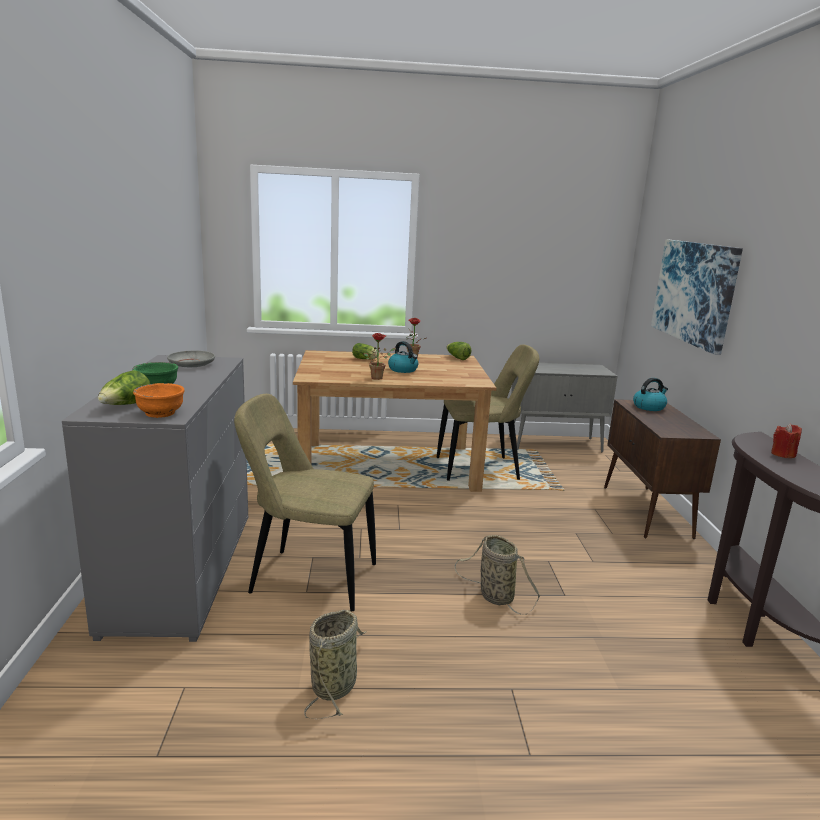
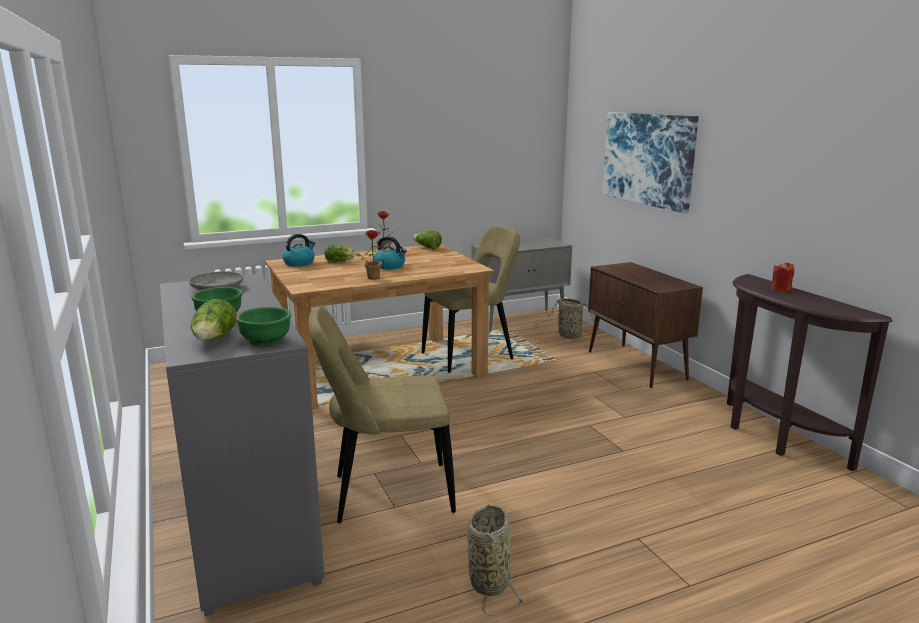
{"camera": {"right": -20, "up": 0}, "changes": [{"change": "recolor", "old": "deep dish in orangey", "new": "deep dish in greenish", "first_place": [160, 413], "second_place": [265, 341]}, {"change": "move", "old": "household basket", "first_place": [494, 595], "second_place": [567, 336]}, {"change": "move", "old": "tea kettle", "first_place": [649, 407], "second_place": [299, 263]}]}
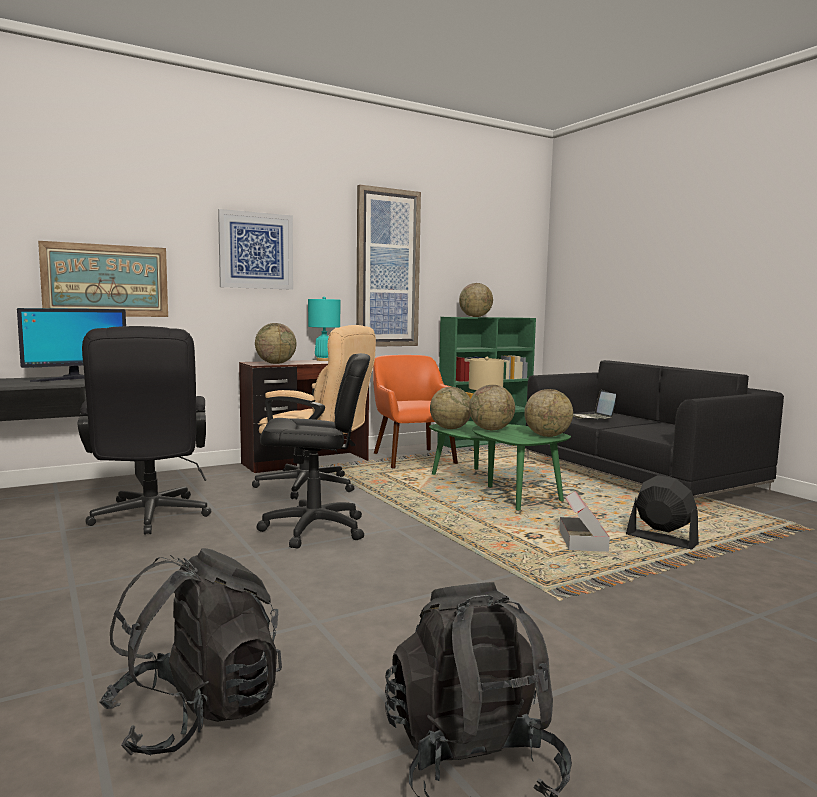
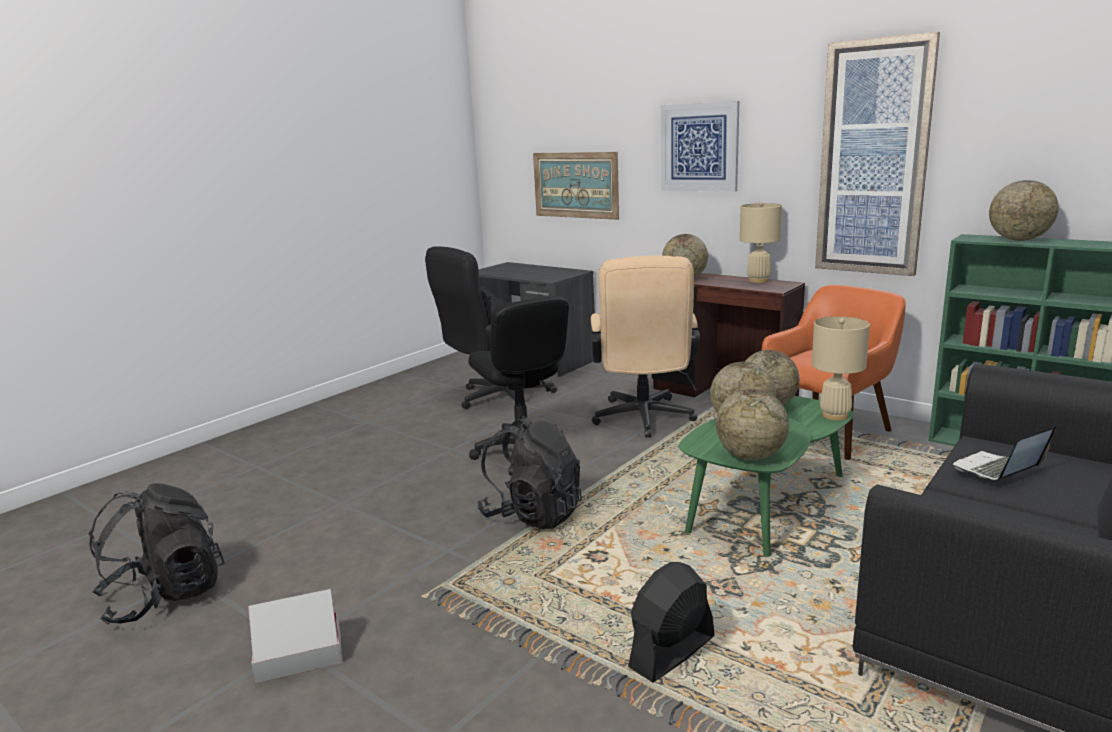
{"camera": {"right": 70, "up": 10}, "changes": [{"change": "delete", "old": "computer screen", "first_place": [75, 379]}, {"change": "move", "old": "backpack in black-coloured", "first_place": [196, 714], "second_place": [532, 515]}, {"change": "recolor", "old": "lamp for a table in turquoise-coloured", "new": "lamp for a table in beige", "first_place": [324, 360], "second_place": [758, 281]}, {"change": "move", "old": "packing box", "first_place": [583, 541], "second_place": [299, 655]}, {"change": "rotate", "old": "cooling fan in black-coloured", "first_place": [661, 540], "second_place": [671, 652], "degrees": -150}]}
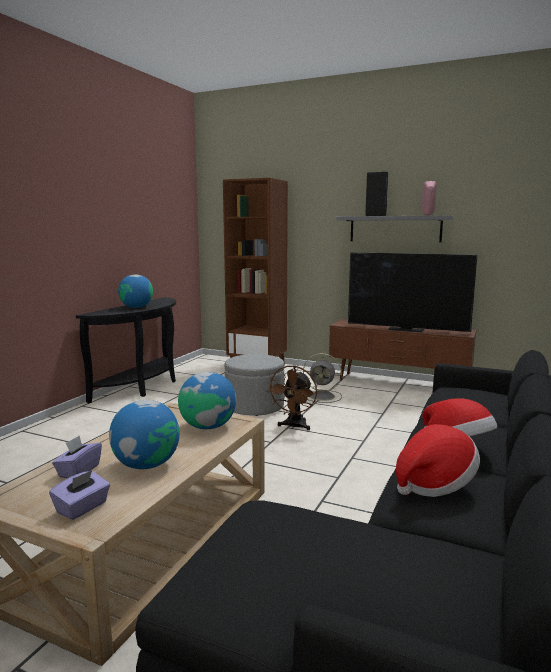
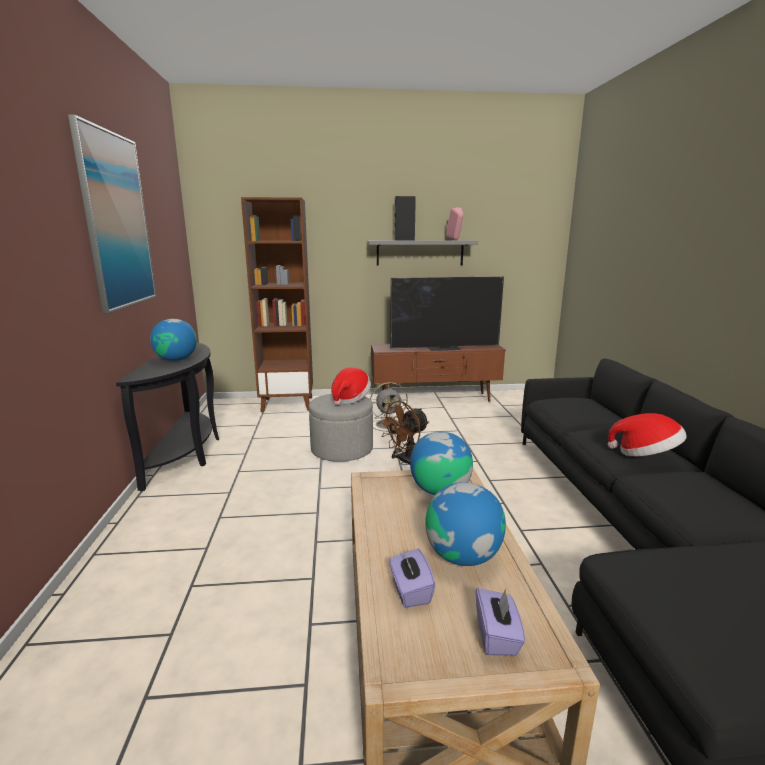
{"camera": {"right": -30, "up": 5}, "changes": [{"change": "rotate", "old": "cooling fan in brown-coloured", "first_place": [294, 426], "second_place": [405, 462], "degrees": 60}, {"change": "move", "old": "clothing hat", "first_place": [434, 484], "second_place": [350, 399]}, {"change": "insert", "new": "picture", "second_place": [117, 221]}]}
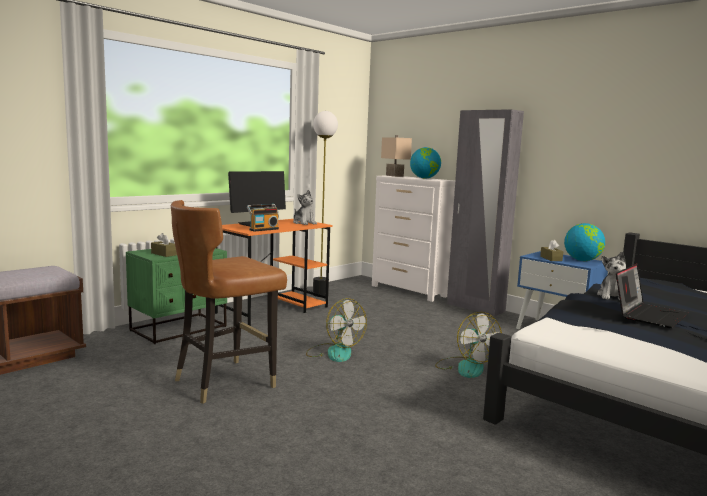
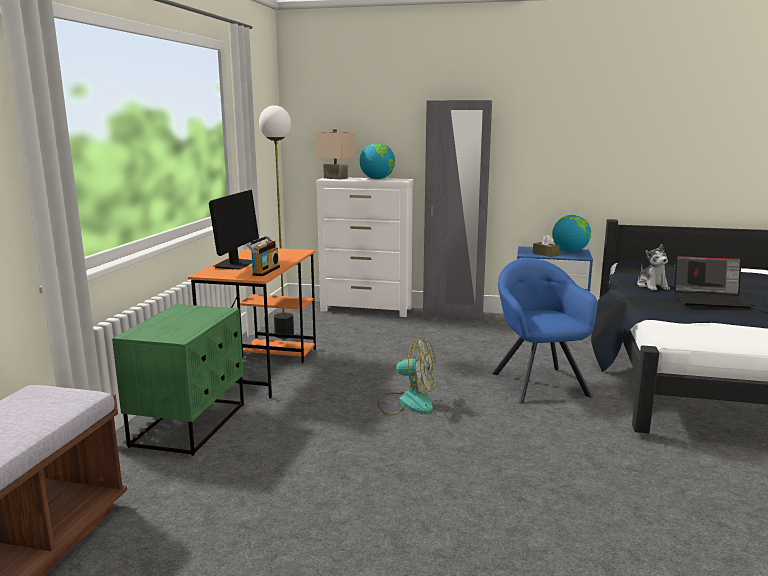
{"camera": {"right": -30, "up": 5}, "changes": [{"change": "delete", "old": "box of tissues in brown-coloured", "first_place": [164, 254]}, {"change": "delete", "old": "chair in brown-coloured", "first_place": [225, 381]}, {"change": "delete", "old": "soft toy", "first_place": [304, 223]}, {"change": "replace", "old": "cooling fan", "new": "easy chair in blue-coloured", "first_place": [465, 367], "second_place": [538, 382]}, {"change": "rotate", "old": "portable computer", "first_place": [649, 315], "second_place": [710, 300], "degrees": 90}]}
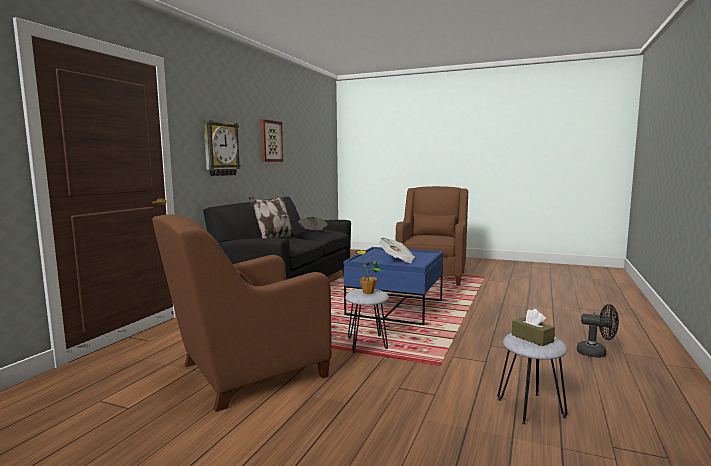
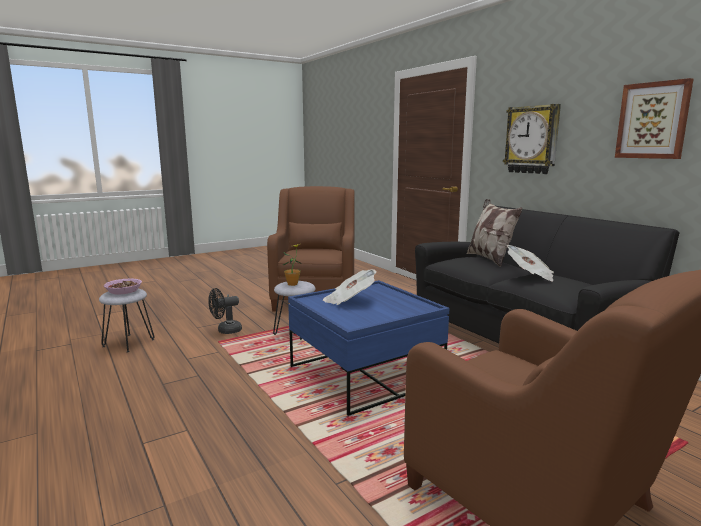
{"camera": {"right": 125, "up": 5}, "changes": [{"change": "replace", "old": "box of tissues in brown-coloured", "new": "deep dish", "first_place": [532, 338], "second_place": [124, 291]}, {"change": "move", "old": "cooling fan in black-coloured", "first_place": [596, 353], "second_place": [225, 331]}]}
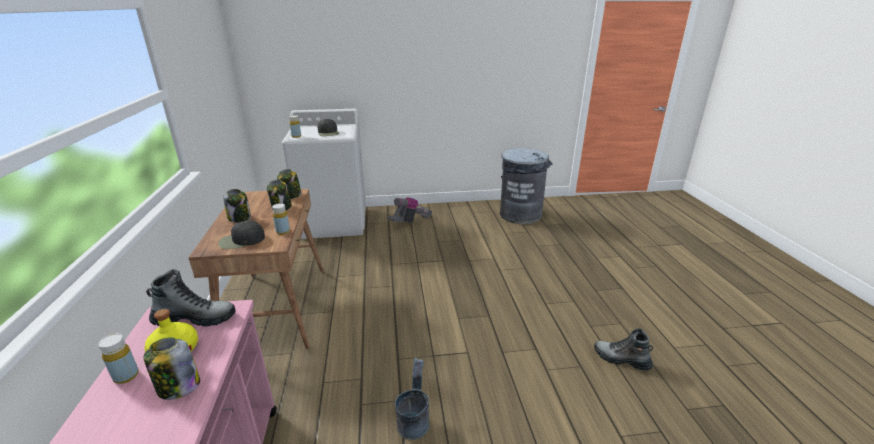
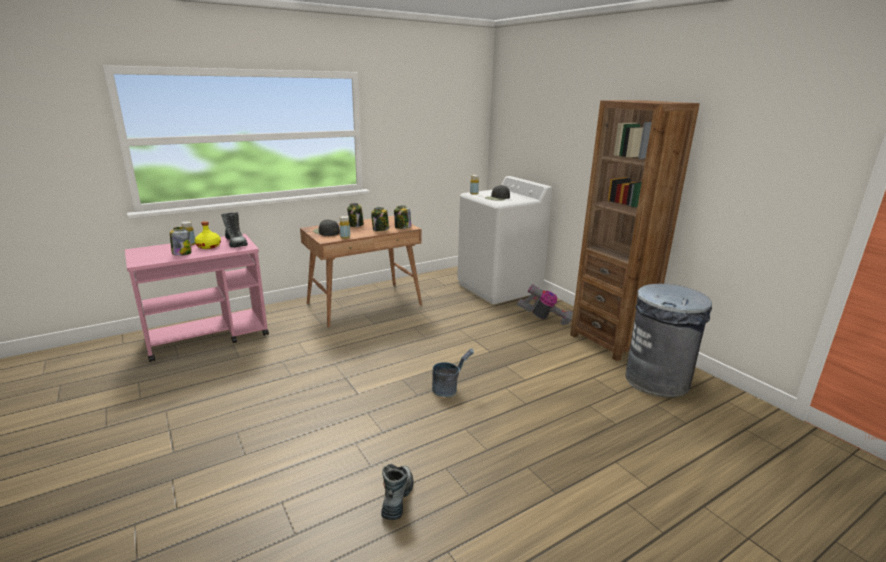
{"camera": {"right": 65, "up": -5}, "changes": [{"change": "move", "old": "water bucket in greyish", "first_place": [414, 420], "second_place": [449, 389]}, {"change": "insert", "new": "shelving unit in brown-coloured", "second_place": [610, 341]}]}
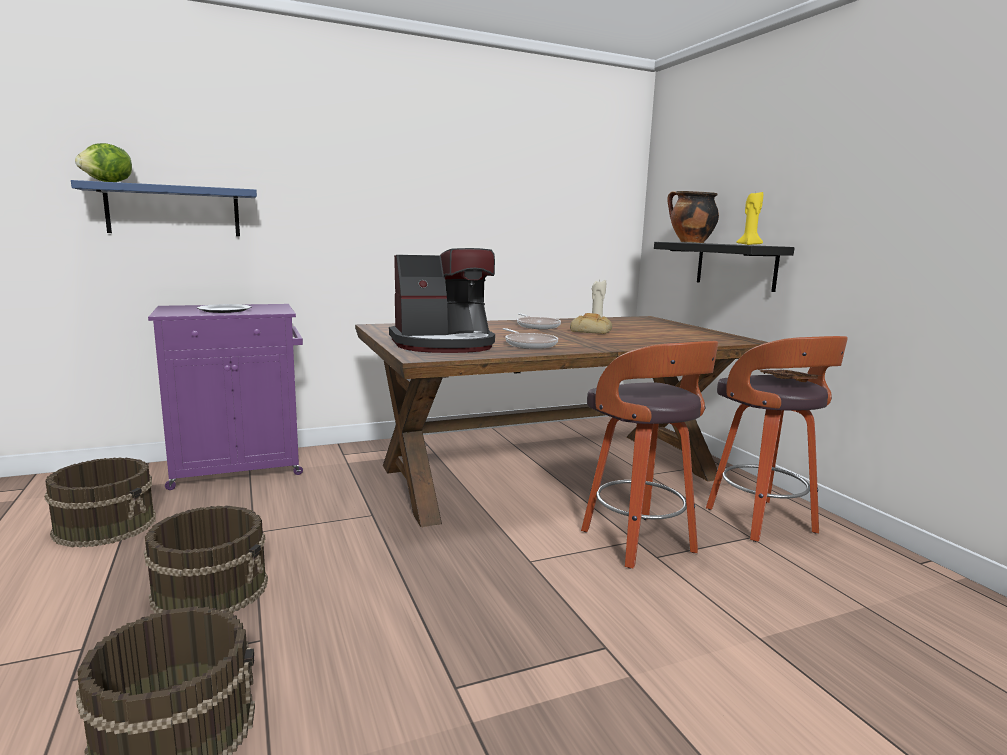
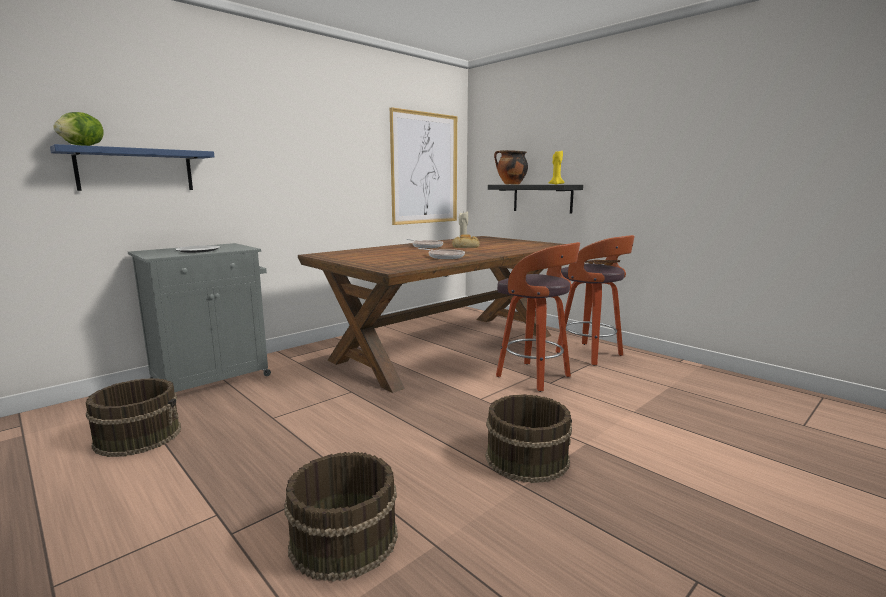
{"camera": {"right": -20, "up": 0}, "changes": [{"change": "move", "old": "water bucket in brown-coloured", "first_place": [211, 589], "second_place": [527, 458]}, {"change": "recolor", "old": "storage cabinet in purplish", "new": "storage cabinet in greyish", "first_place": [240, 468], "second_place": [213, 379]}, {"change": "delete", "old": "coffee brewer", "first_place": [444, 344]}, {"change": "insert", "new": "picture", "second_place": [424, 168]}]}
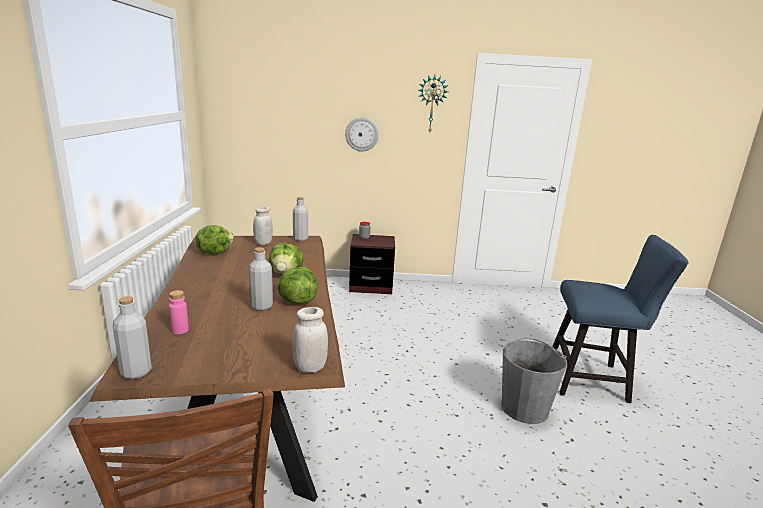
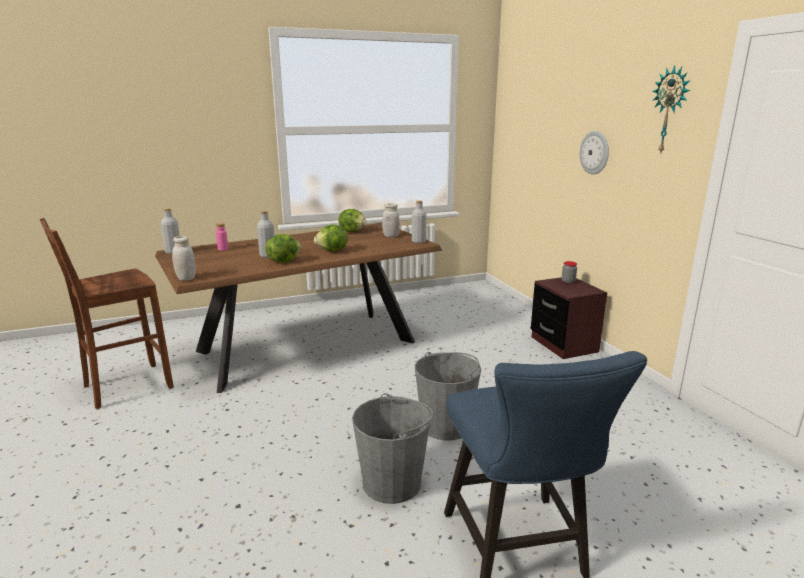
{"camera": {"right": 70, "up": 0}, "changes": [{"change": "insert", "new": "water bucket in greyish", "second_place": [446, 425]}]}
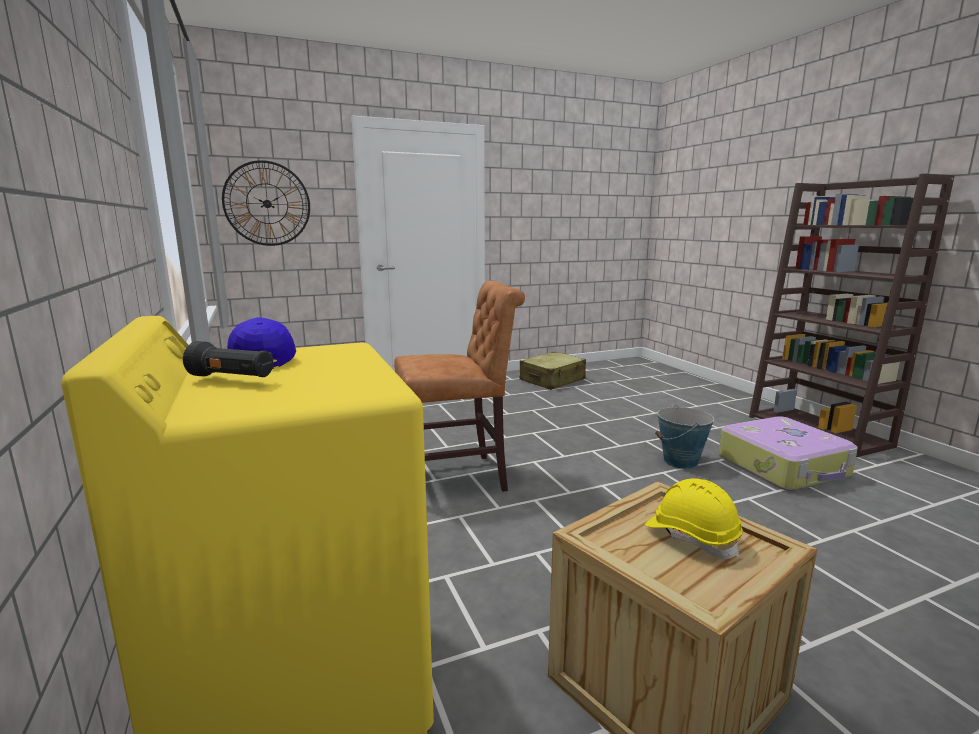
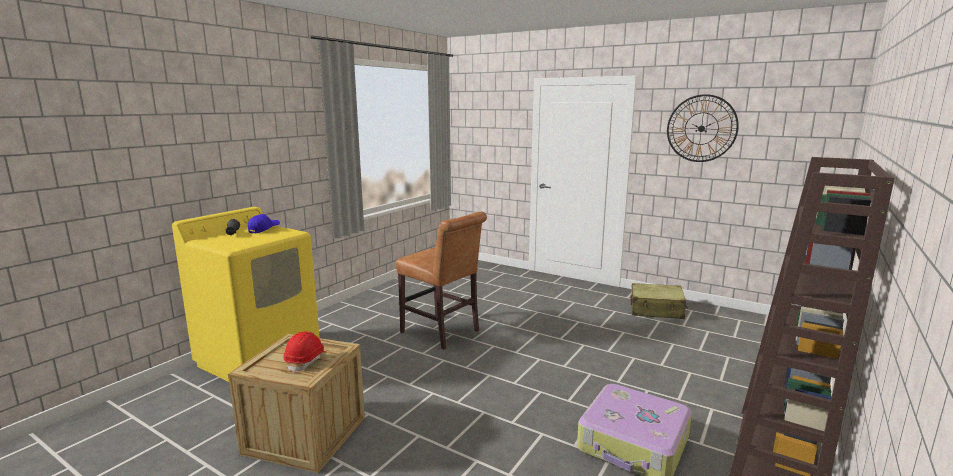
{"camera": {"right": 55, "up": 0}, "changes": [{"change": "move", "old": "clock on the wall", "first_place": [267, 203], "second_place": [701, 128]}, {"change": "recolor", "old": "safety helmet in yellow-coloured", "new": "safety helmet in red", "first_place": [691, 537], "second_place": [306, 361]}, {"change": "delete", "old": "water bucket", "first_place": [680, 461]}]}
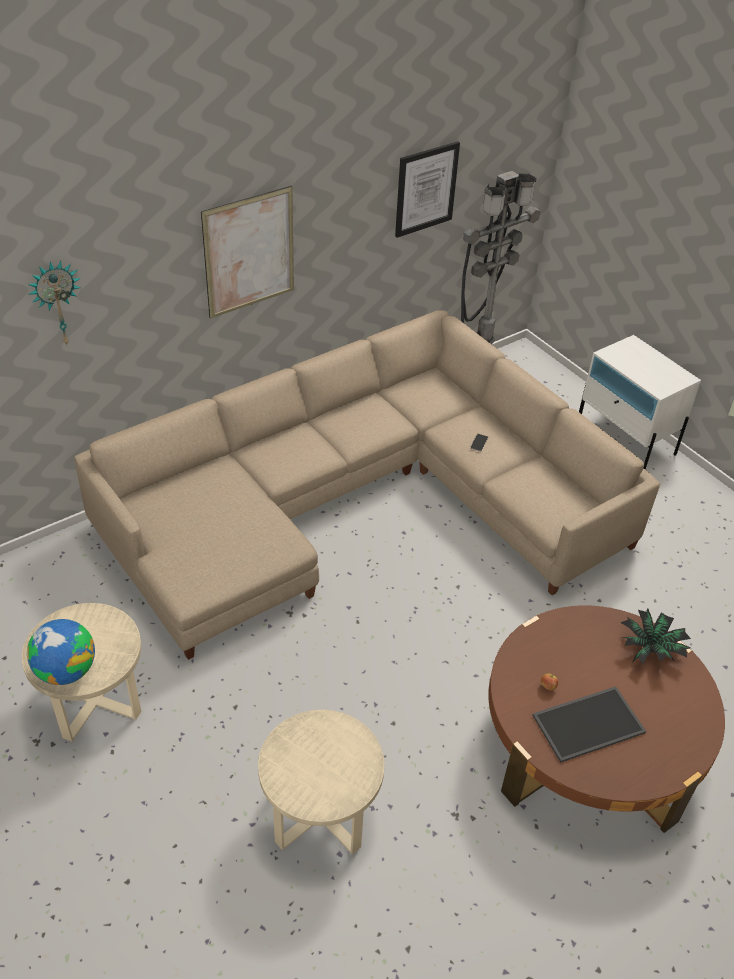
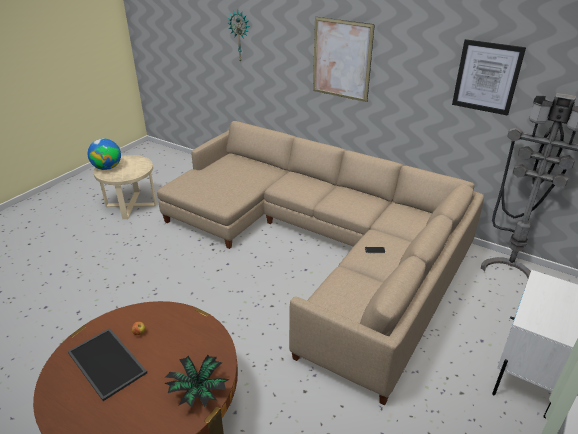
{"camera": {"right": 70, "up": -10}, "changes": [{"change": "delete", "old": "end table in beige", "first_place": [320, 812]}]}
